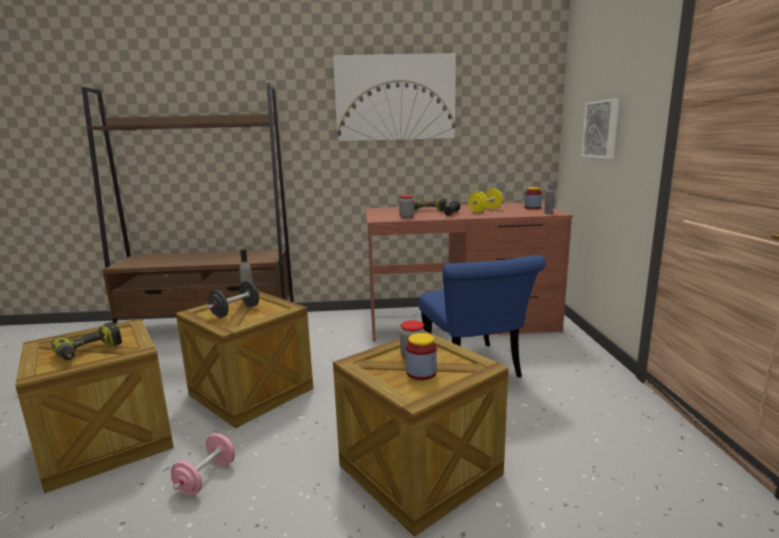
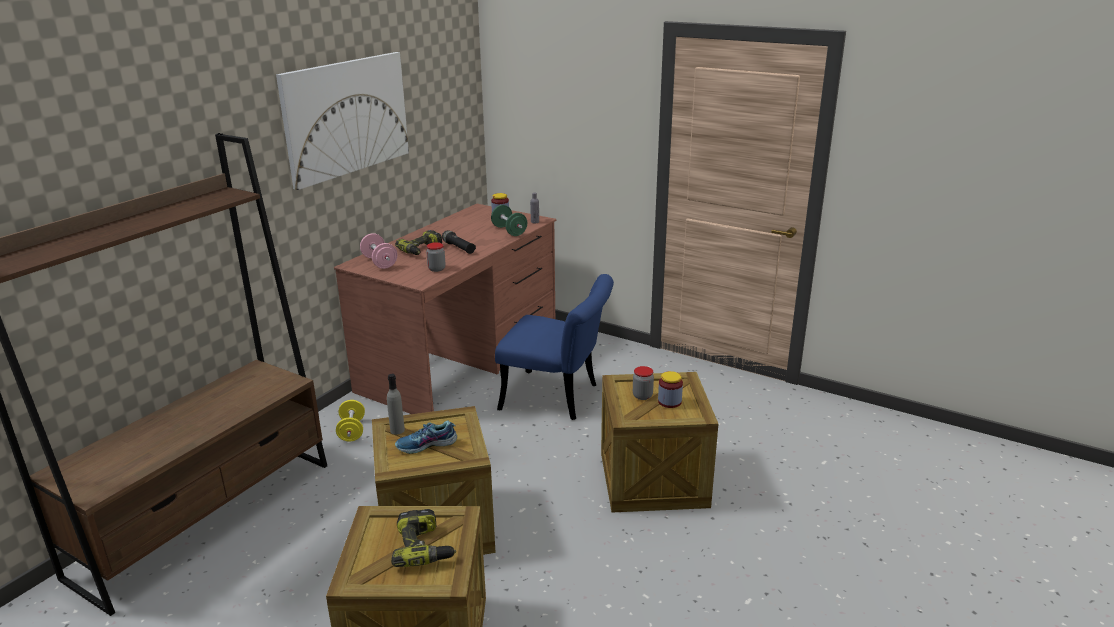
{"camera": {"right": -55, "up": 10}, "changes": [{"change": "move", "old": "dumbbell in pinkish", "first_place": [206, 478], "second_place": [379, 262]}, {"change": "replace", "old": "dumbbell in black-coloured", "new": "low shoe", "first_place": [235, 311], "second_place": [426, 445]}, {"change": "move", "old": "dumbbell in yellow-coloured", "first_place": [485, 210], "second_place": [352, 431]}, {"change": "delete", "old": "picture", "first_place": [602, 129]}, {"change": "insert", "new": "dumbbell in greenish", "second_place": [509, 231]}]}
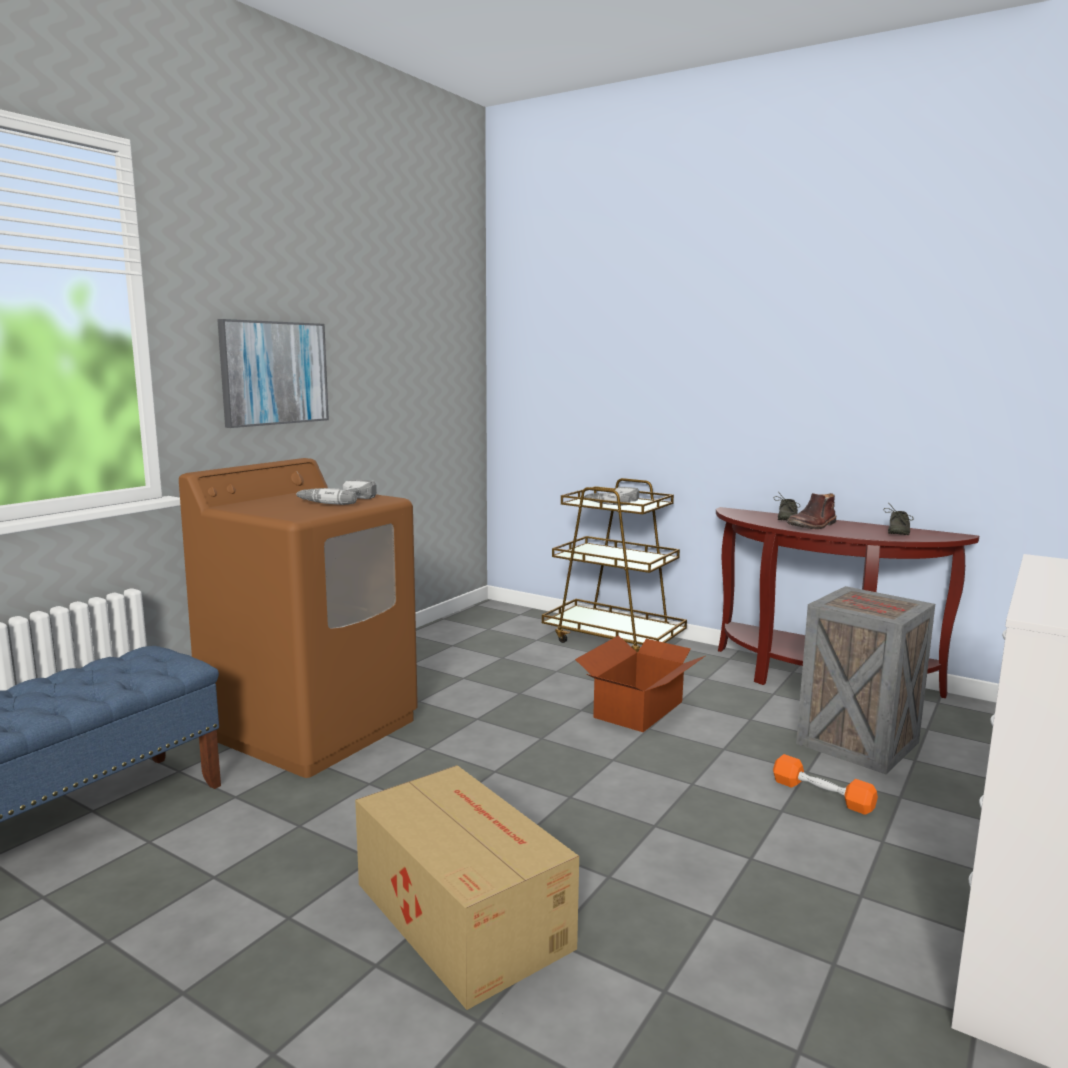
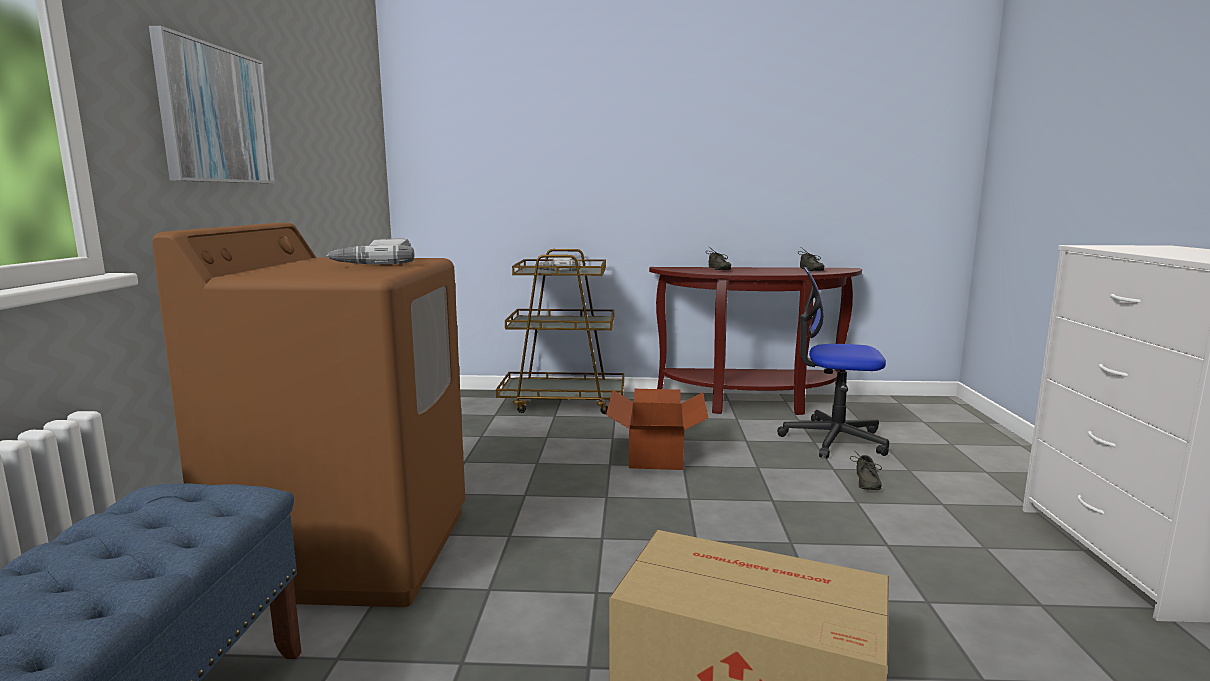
{"camera": {"right": -30, "up": 0}, "changes": [{"change": "replace", "old": "dumbbell in orangey", "new": "low shoe in greyish", "first_place": [822, 795], "second_place": [865, 483]}, {"change": "delete", "old": "boot in brown-coloured", "first_place": [812, 526]}, {"change": "replace", "old": "crate", "new": "office chair", "first_place": [856, 742], "second_place": [833, 439]}]}
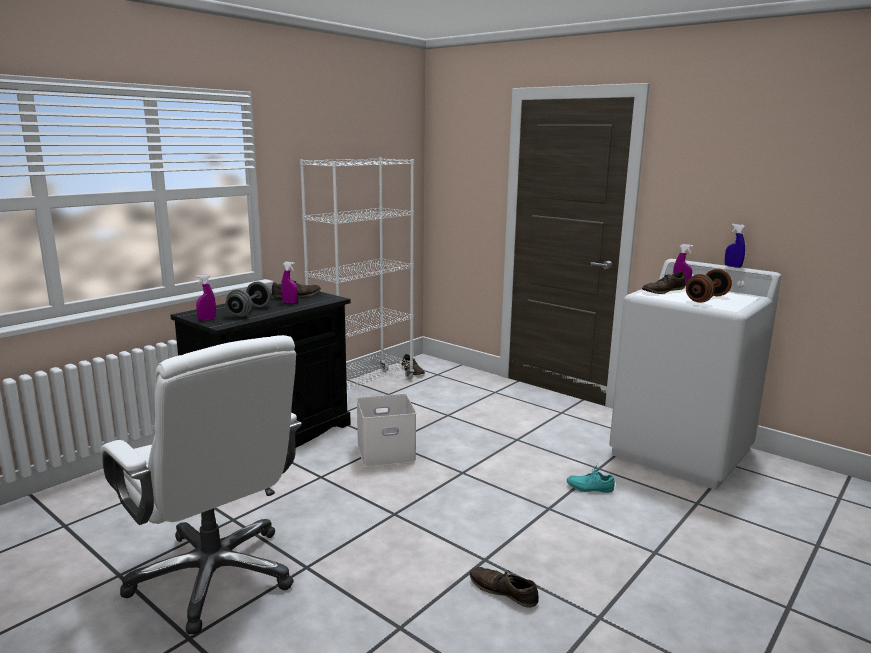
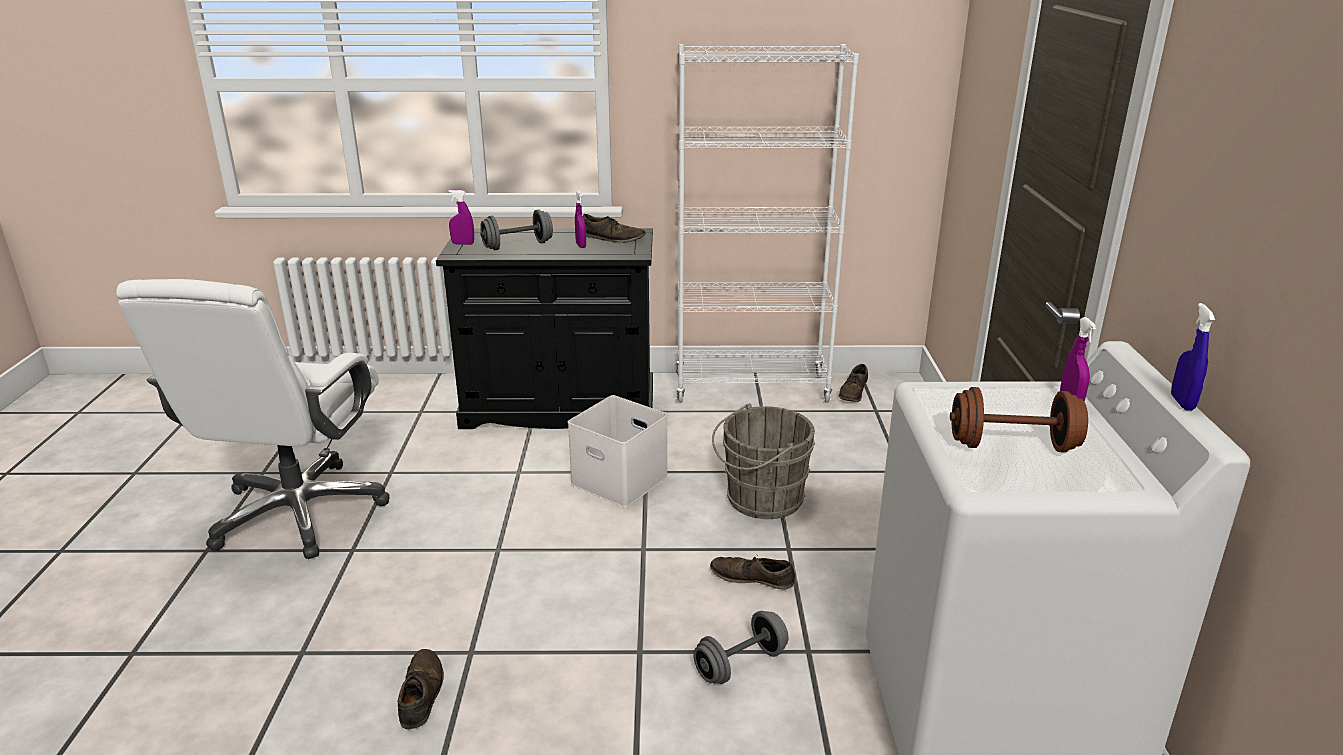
{"camera": {"right": 50, "up": 10}, "changes": [{"change": "replace", "old": "low shoe in turquoise-coloured", "new": "dumbbell in greyish", "first_place": [589, 487], "second_place": [740, 664]}, {"change": "move", "old": "low shoe in brown-coloured", "first_place": [663, 291], "second_place": [751, 578]}, {"change": "insert", "new": "water bucket in greyish", "second_place": [760, 499]}]}
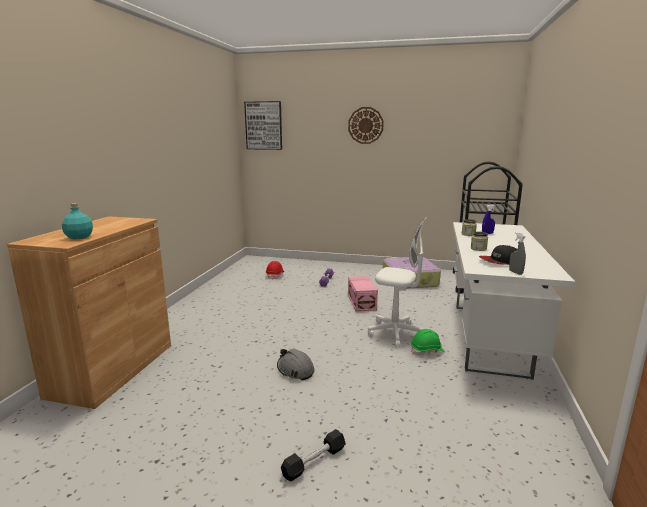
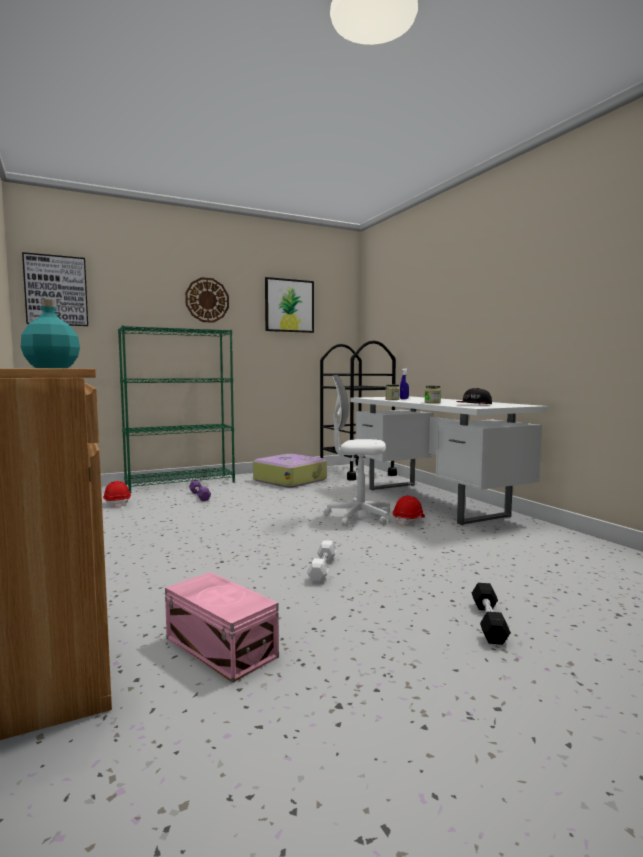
{"camera": {"right": -40, "up": -10}, "changes": [{"change": "replace", "old": "safety helmet in greyish", "new": "dumbbell in white-coloured", "first_place": [295, 370], "second_place": [322, 569]}, {"change": "move", "old": "storage box in pinkish", "first_place": [362, 302], "second_place": [221, 646]}, {"change": "rotate", "old": "office chair in white-coloured", "first_place": [395, 333], "second_place": [358, 517], "degrees": -150}, {"change": "recolor", "old": "safety helmet in greenish", "new": "safety helmet in red", "first_place": [427, 351], "second_place": [409, 521]}, {"change": "delete", "old": "hand sprayer in greyish", "first_place": [515, 272]}, {"change": "insert", "new": "shelving unit in greenish", "second_place": [181, 483]}, {"change": "insert", "new": "picture", "second_place": [289, 305]}]}
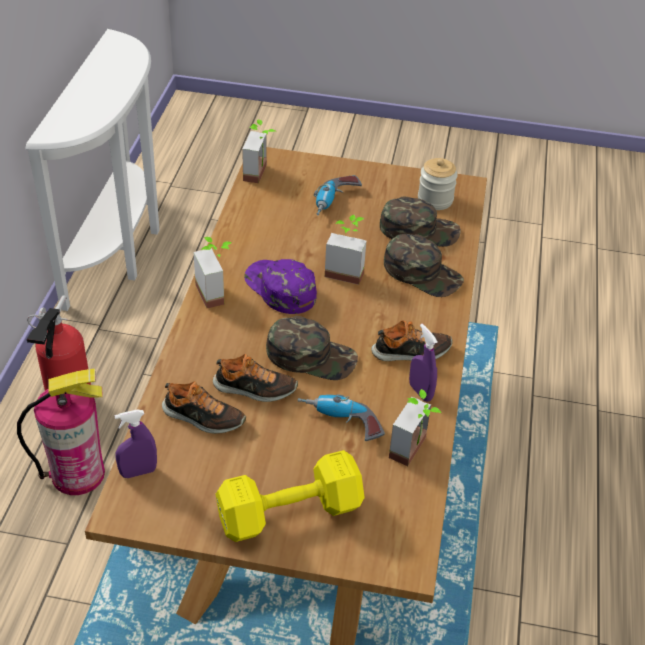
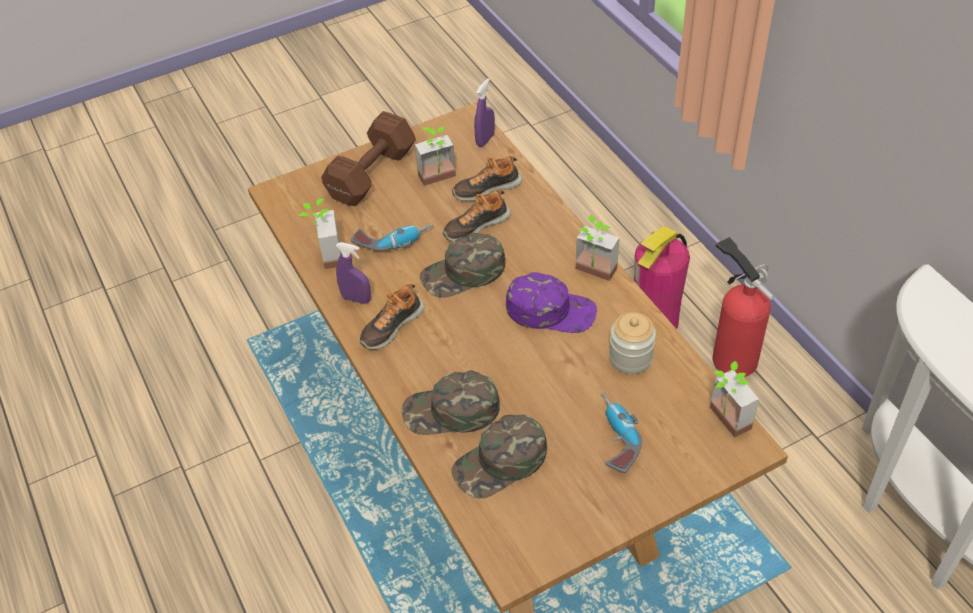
{"camera": {"right": 145, "up": 5}, "changes": [{"change": "recolor", "old": "dumbbell in yellow-coloured", "new": "dumbbell in brown-coloured", "first_place": [286, 513], "second_place": [373, 173]}, {"change": "move", "old": "potted plant", "first_place": [346, 270], "second_place": [439, 180]}, {"change": "move", "old": "jar", "first_place": [435, 200], "second_place": [630, 358]}]}
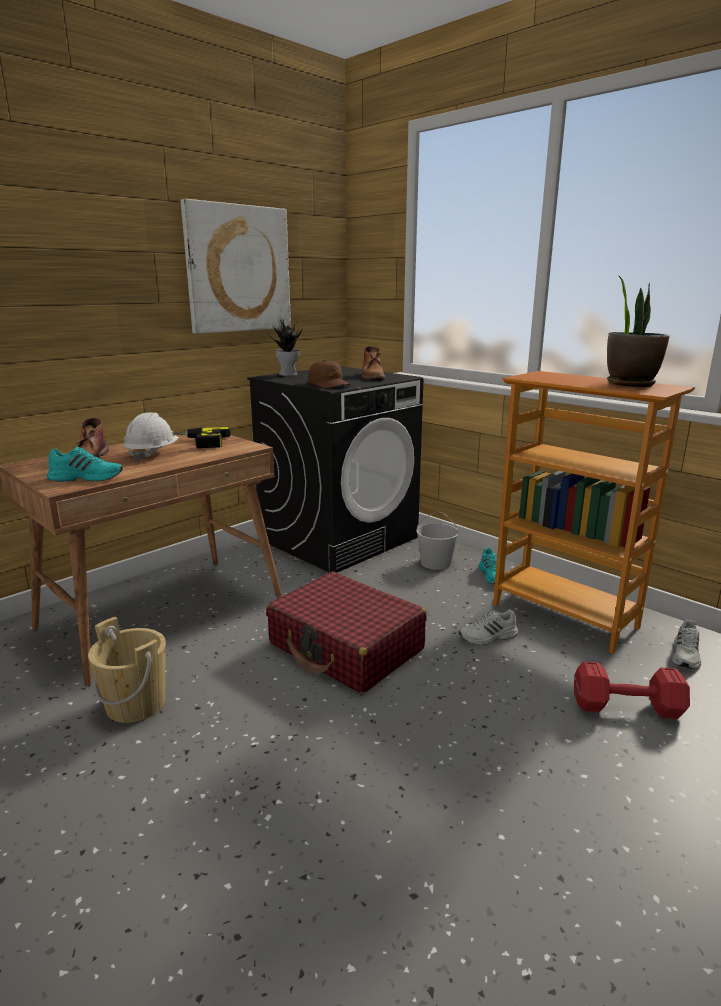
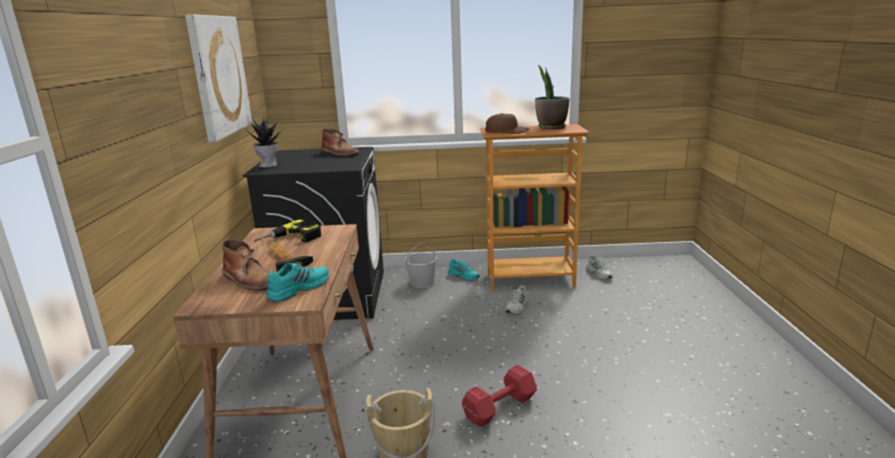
{"camera": {"right": -45, "up": 0}, "changes": [{"change": "replace", "old": "safety helmet in white-coloured", "new": "hand hammer", "first_place": [152, 454], "second_place": [285, 257]}, {"change": "delete", "old": "piece of luggage in red", "first_place": [346, 647]}, {"change": "move", "old": "baseball cap in brown-coloured", "first_place": [329, 384], "second_place": [506, 132]}, {"change": "move", "old": "dumbbell in red", "first_place": [624, 706], "second_place": [498, 408]}]}
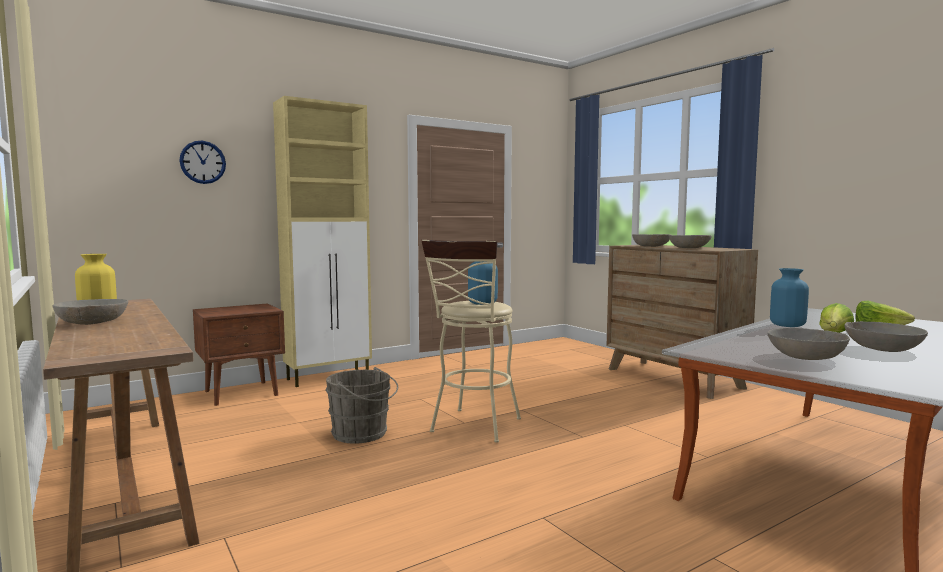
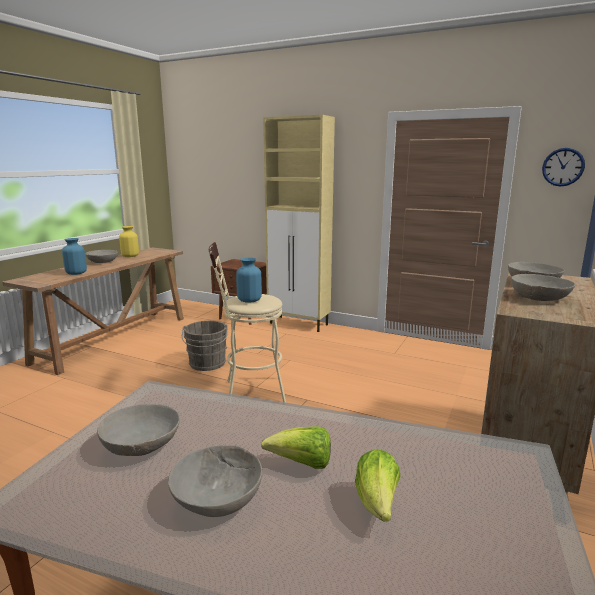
{"camera": {"right": 60, "up": 10}, "changes": [{"change": "move", "old": "clock on the wall", "first_place": [203, 162], "second_place": [563, 167]}, {"change": "move", "old": "flower vase in blue-coloured", "first_place": [787, 325], "second_place": [76, 273]}]}
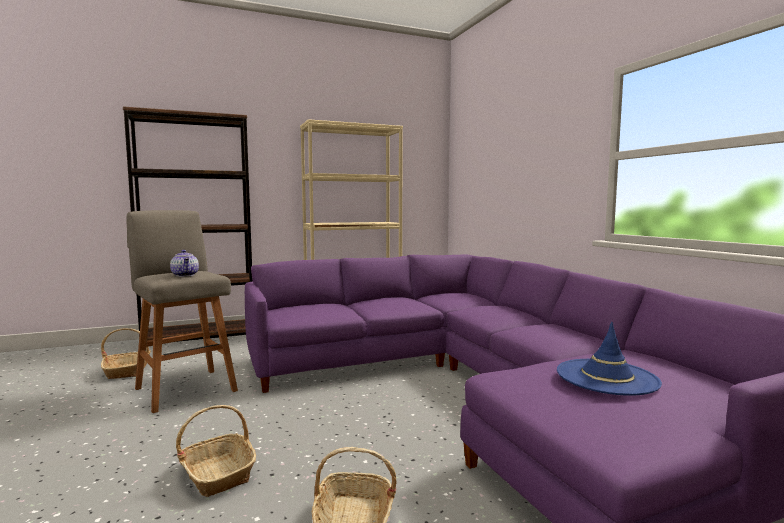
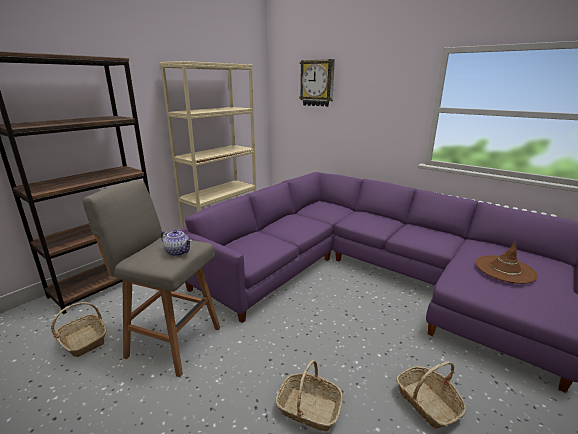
{"camera": {"right": -30, "up": 15}, "changes": [{"change": "recolor", "old": "clothing hat in blue-coloured", "new": "clothing hat in brown-coloured", "first_place": [606, 377], "second_place": [505, 269]}, {"change": "insert", "new": "clock on the wall", "second_place": [317, 83]}]}
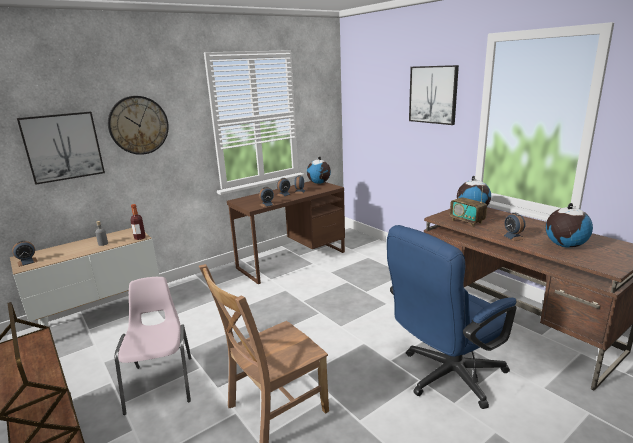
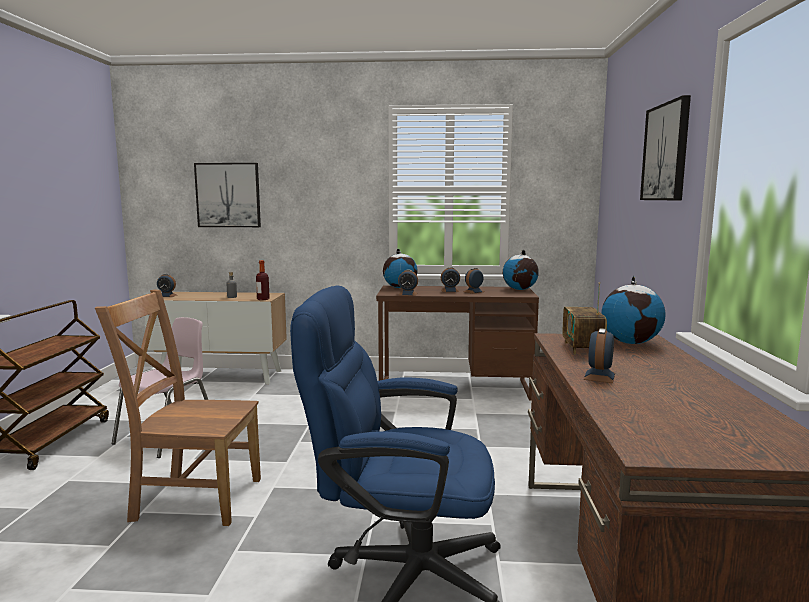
{"camera": {"right": 40, "up": -10}, "changes": [{"change": "delete", "old": "clock on the wall", "first_place": [138, 125]}, {"change": "move", "old": "world globe", "first_place": [564, 245], "second_place": [400, 287]}]}
